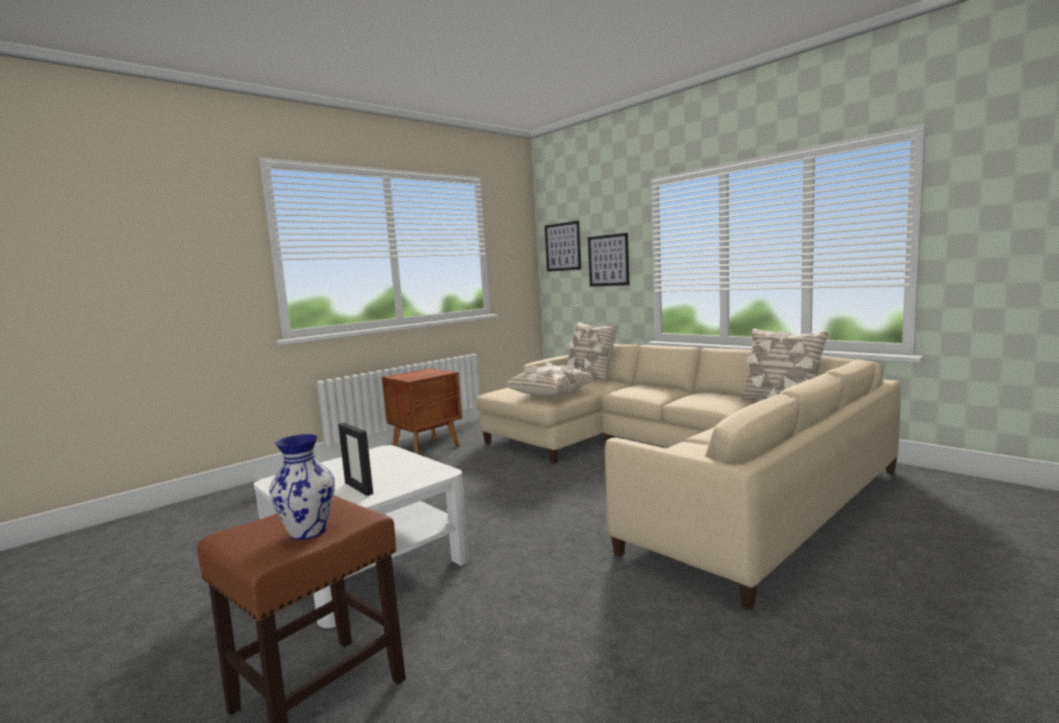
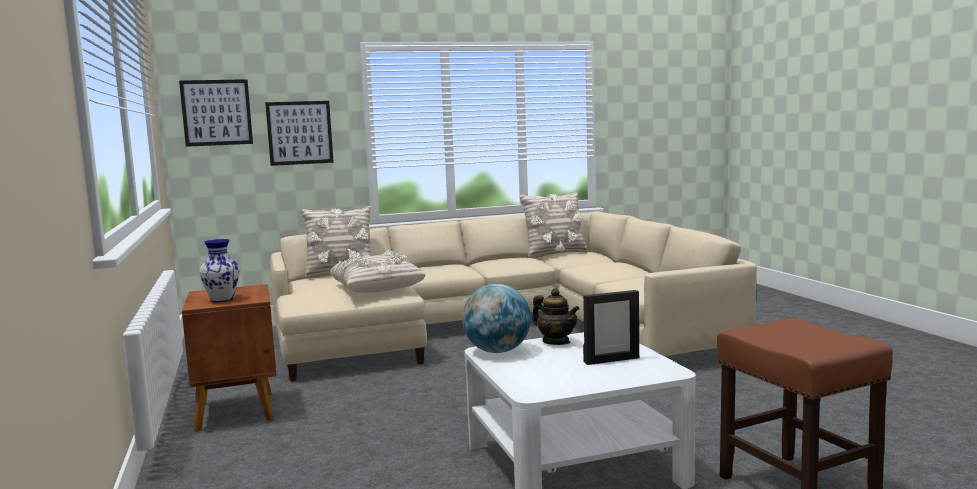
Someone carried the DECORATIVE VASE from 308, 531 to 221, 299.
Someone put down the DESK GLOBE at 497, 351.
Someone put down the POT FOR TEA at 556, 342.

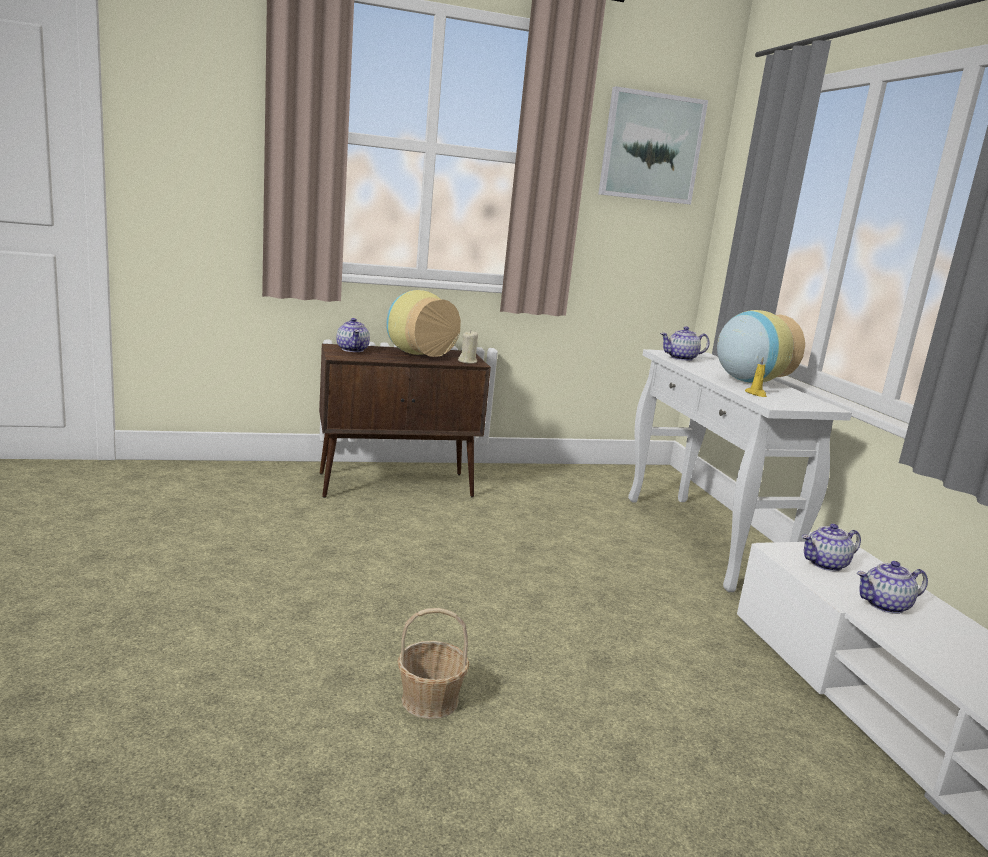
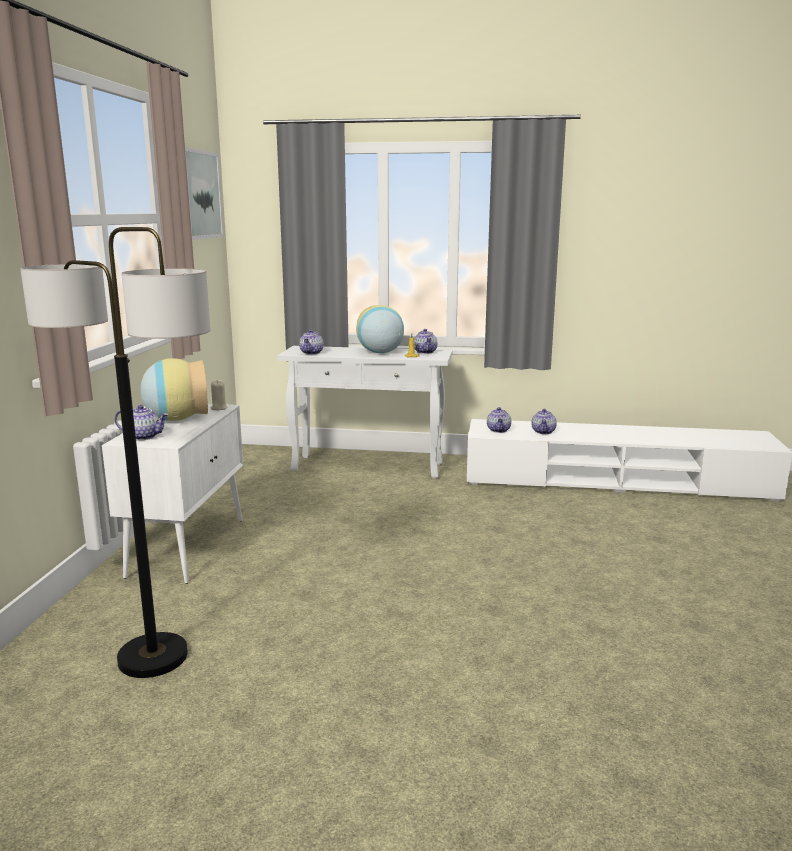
Someone repainted the BROWN-COLOURED CABINET at 397, 485, which became the WHITISH CABINET at 188, 546.
Someone took away the HOUSEHOLD BASKET at 430, 700.
Someone put down the STANDARD LAMP at 153, 657.
Someone put down the POT FOR TEA at 425, 352.

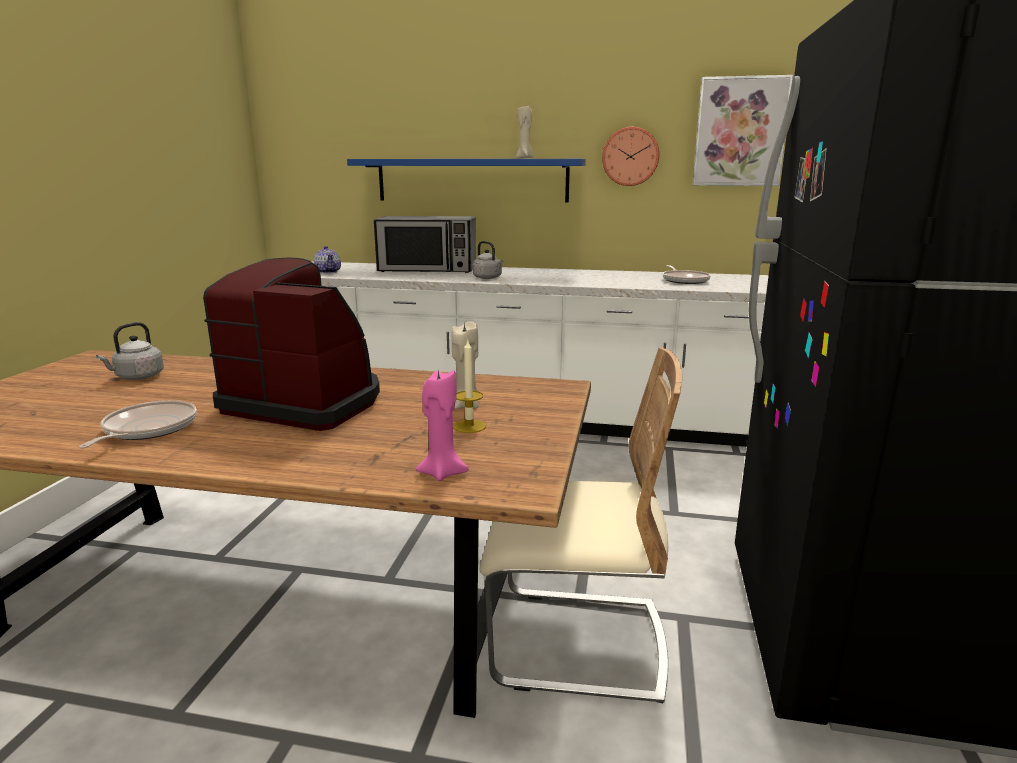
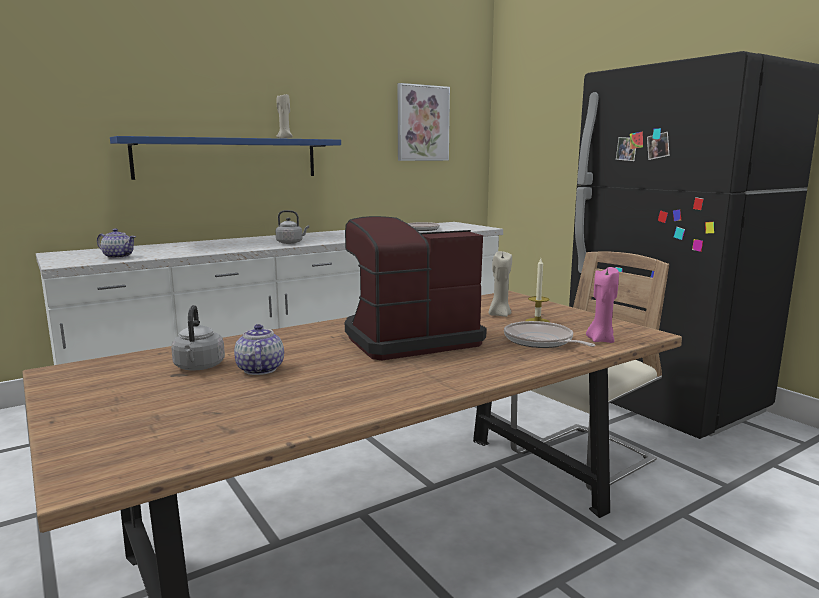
Someone carried the PAN from 147, 429 to 540, 341.
Someone took away the MICROWAVE OVEN at 427, 269.
Someone took away the HANGING CLOCK at 630, 156.
Someone put down the POT FOR TEA at 259, 369.

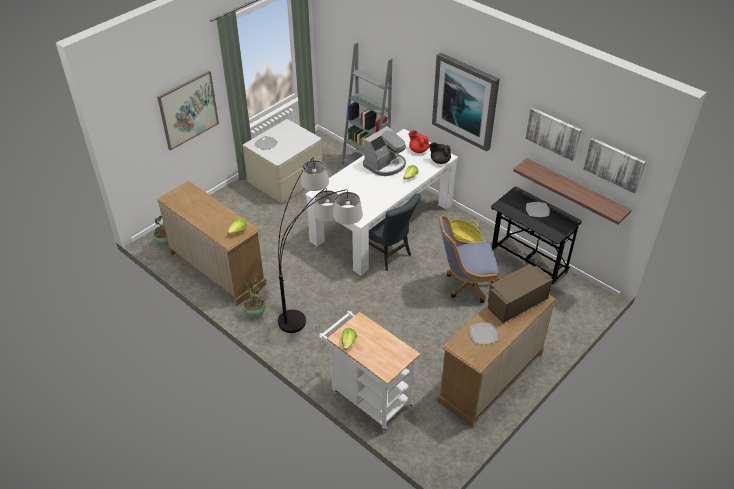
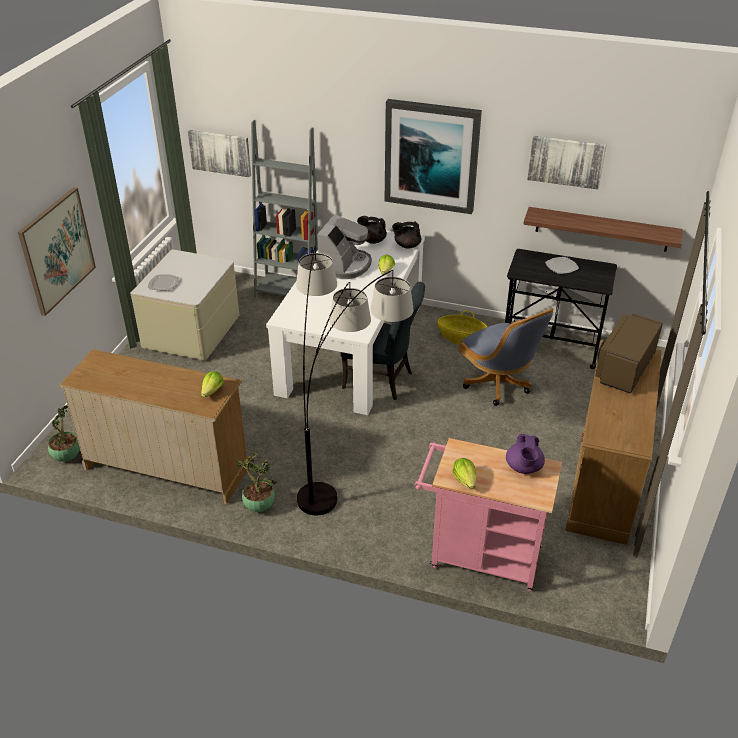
Someone repainted the WHITISH WHEELED CART at 368, 396, which became the PINKISH WHEELED CART at 479, 556.
Someone repainted the REDDISH POT FOR TEA at 418, 150, which became the BLACK POT FOR TEA at 372, 240.
Someone rotated the BLUE-COLOURED OFFICE CHAIR at 465, 286 by 90 degrees counterclockwise.
Someone took away the FLAT DISH at 483, 334.
Someone carried the WALL PICTURE from 614, 164 to 220, 152.
Someone put down the PURPLE POT FOR TEA at 523, 467.

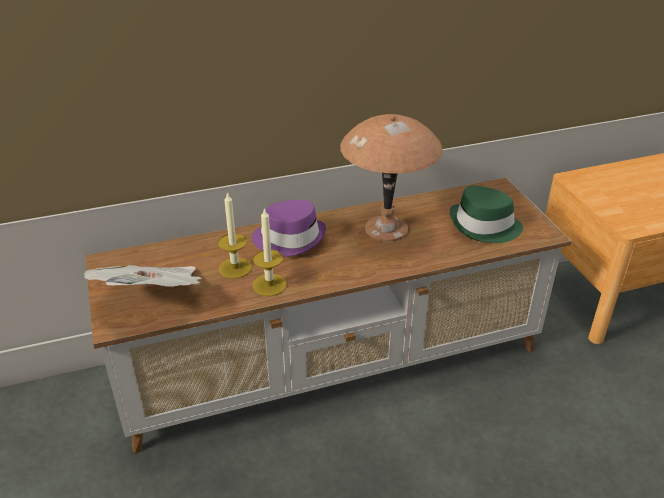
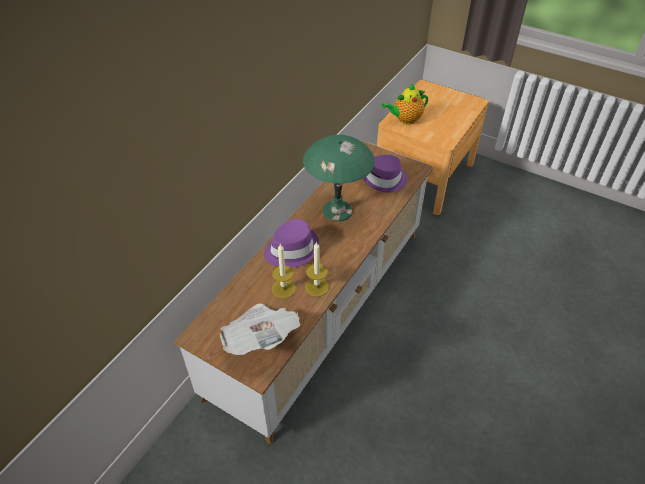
Someone repainted the BROWN-COLOURED TABLE LAMP at 386, 229, which became the GREENISH TABLE LAMP at 338, 211.
Someone repainted the GREENISH CLOTHING HAT at 484, 226, which became the PURPLE CLOTHING HAT at 385, 180.
Someone put down the POT FOR TEA at 405, 120.

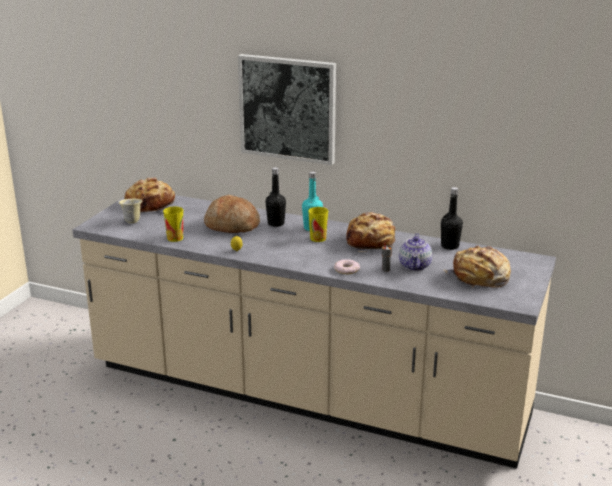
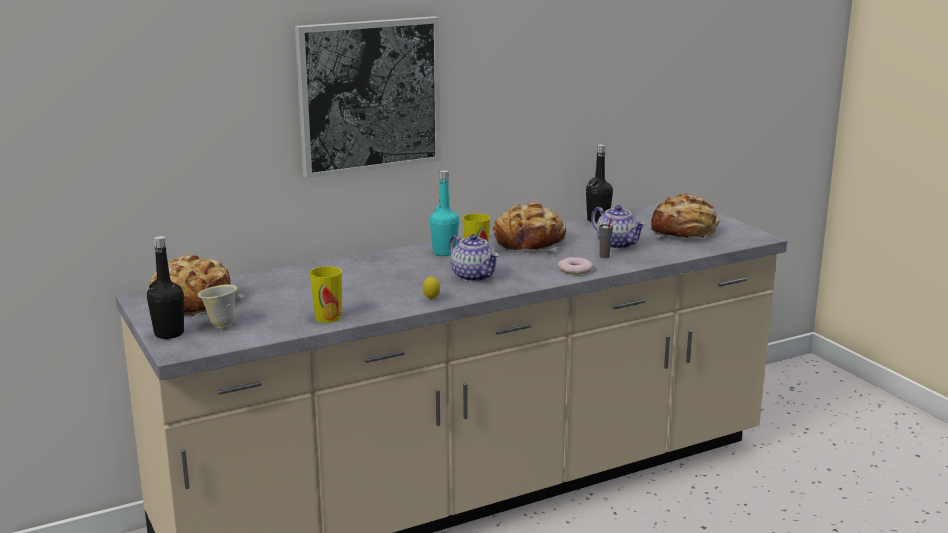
Someone took away the BAKED BREAD at 231, 225.
Someone carried the BLACK BEVERAGE BOTTLE from 276, 223 to 169, 333.
Someone put down the POT FOR TEA at 474, 276.

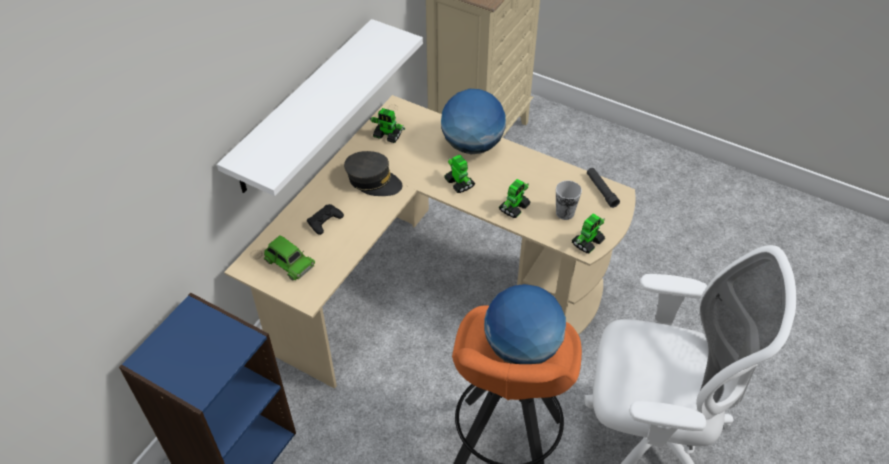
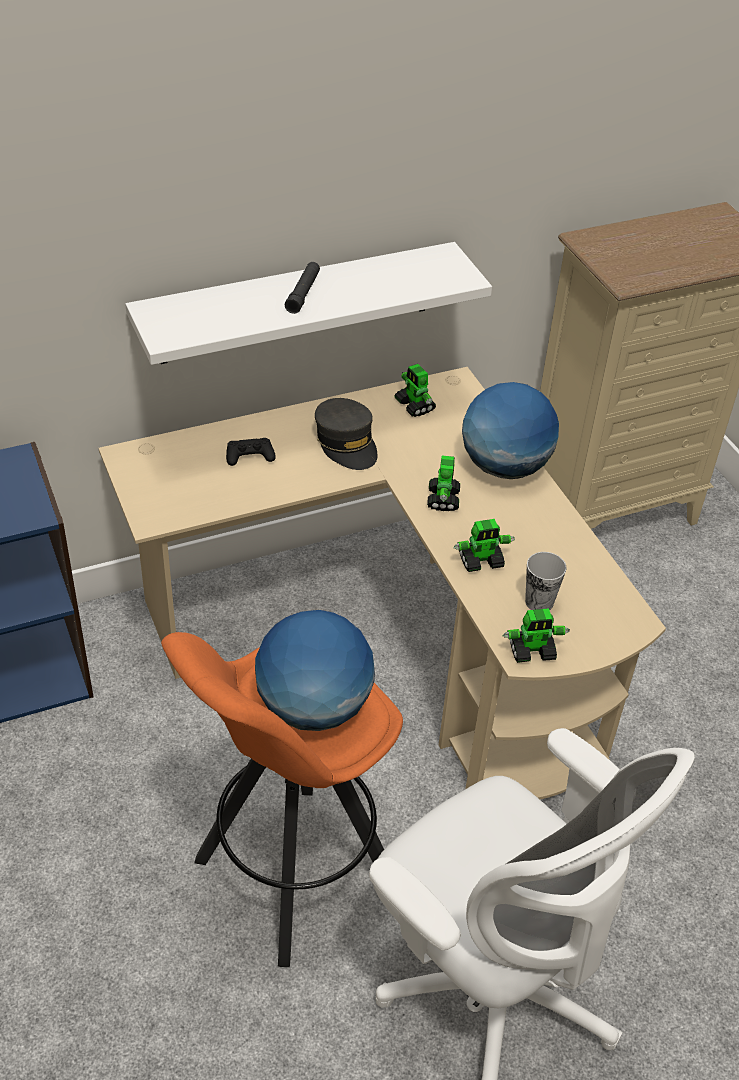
Someone took away the GREENISH MODEL CAR at 289, 262.
Someone carried the BLACK FLASHLIGHT from 601, 190 to 303, 293.

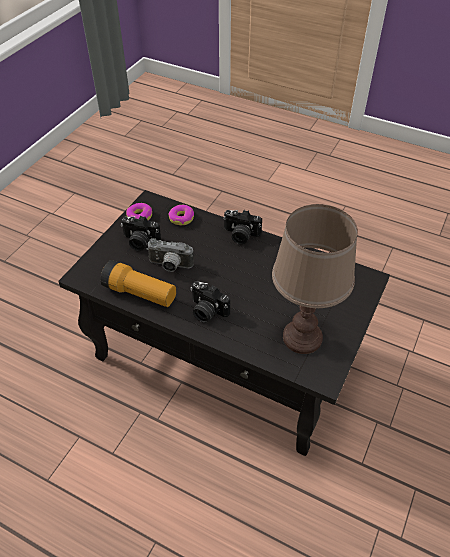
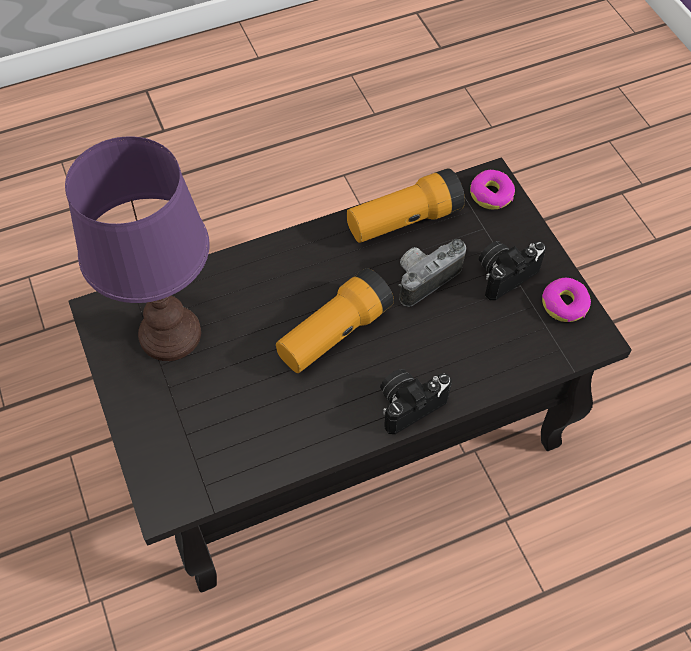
Someone carried the DONUT from 181, 218 to 491, 195.
Someone took away the STILL CAMERA at 206, 311.
Someone repainted the BROWN-COLOURED TABLE LAMP at 303, 337, which became the PURPLE TABLE LAMP at 169, 335.
Someone put down the FLASHLIGHT at 334, 333.

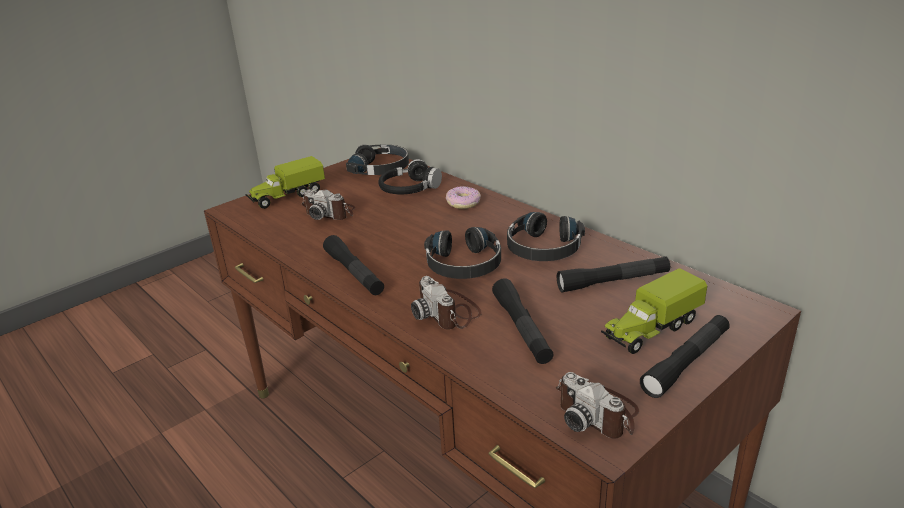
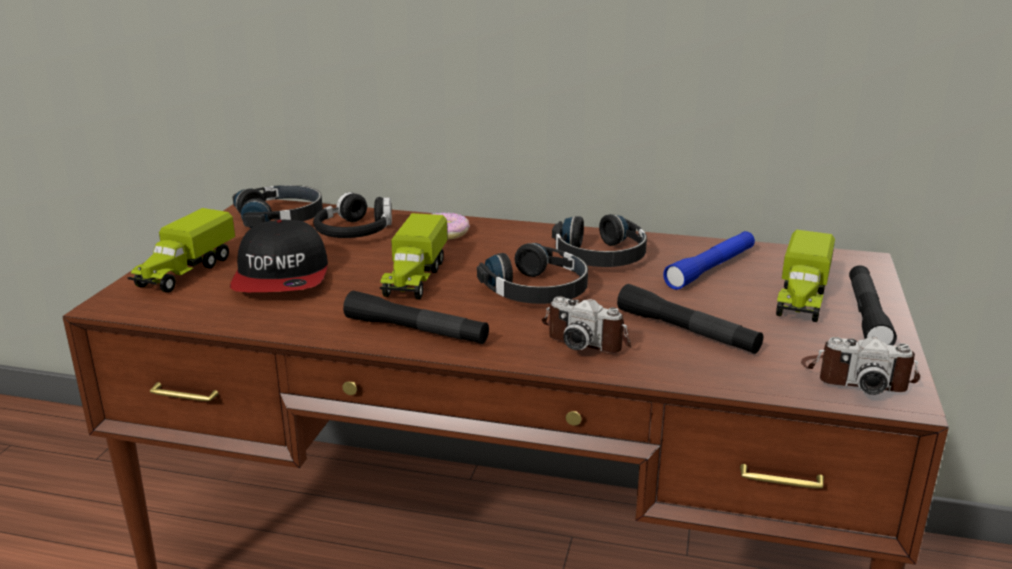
Someone swapped the STILL CAMERA at 330, 213 for the PEAKED CAP at 282, 277.
Someone repainted the BLACK FLASHLIGHT at 613, 281, which became the BLUE-COLOURED FLASHLIGHT at 711, 269.
Someone put down the TOY LORRY at 414, 279.

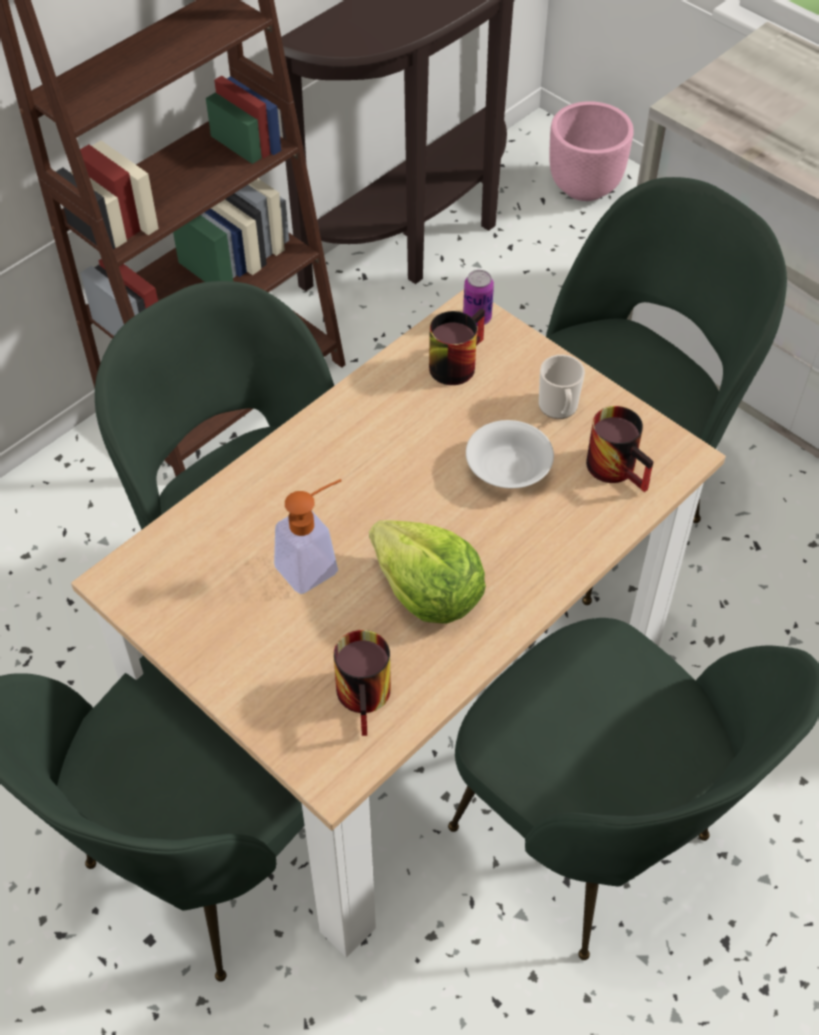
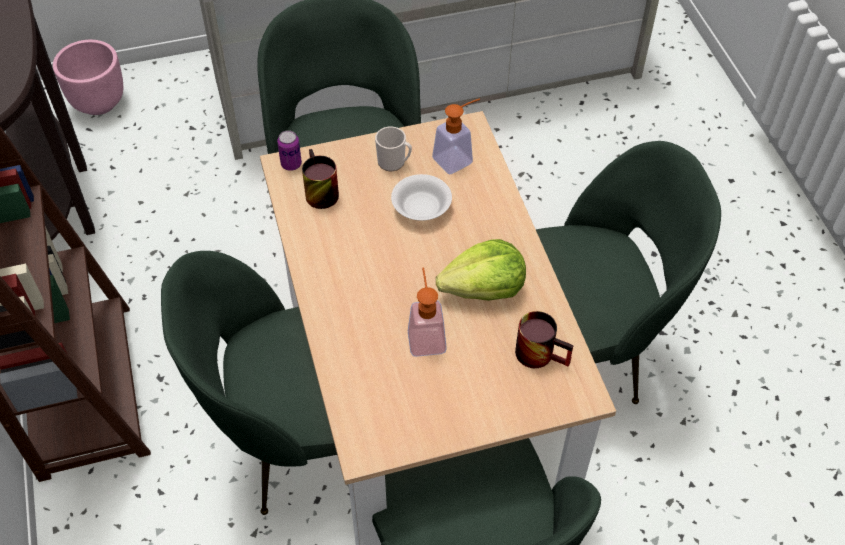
Someone swapped the TEA MUG at 620, 467 for the SOAP BOTTLE at 458, 158.

